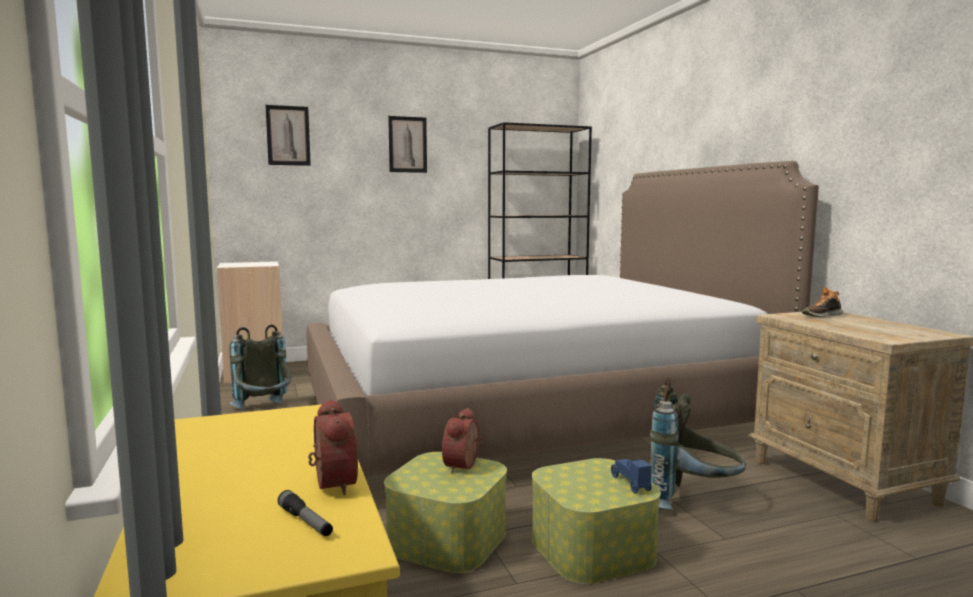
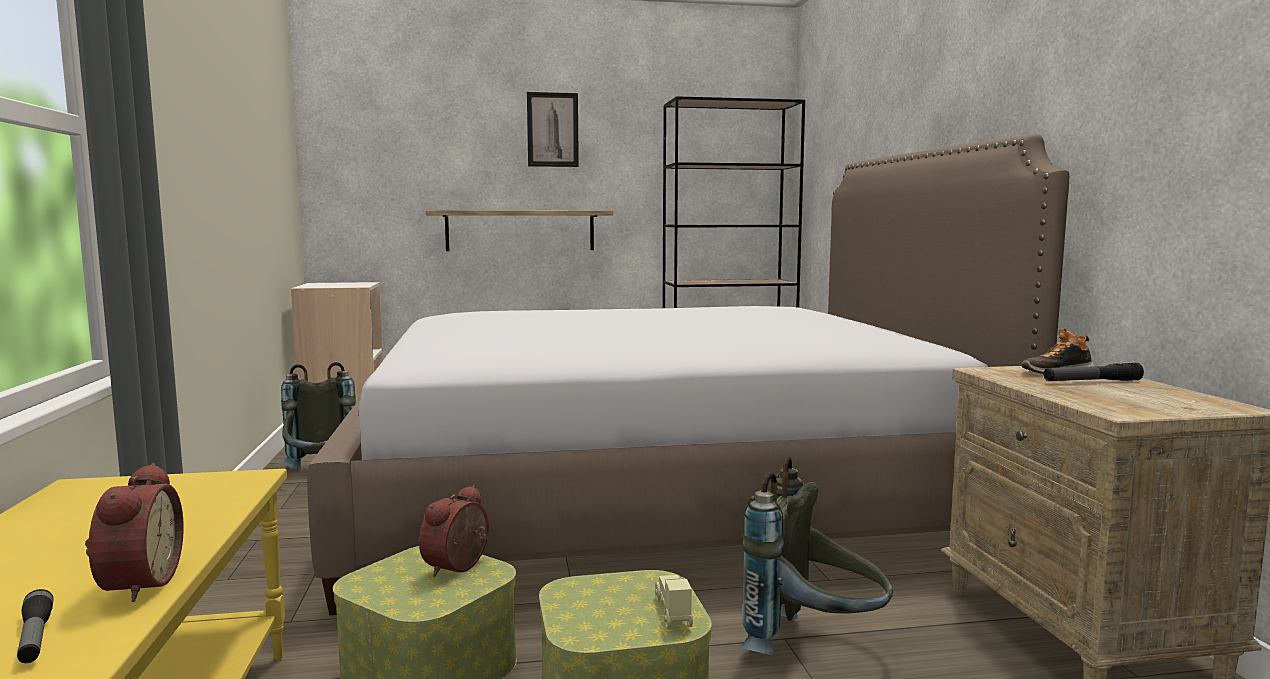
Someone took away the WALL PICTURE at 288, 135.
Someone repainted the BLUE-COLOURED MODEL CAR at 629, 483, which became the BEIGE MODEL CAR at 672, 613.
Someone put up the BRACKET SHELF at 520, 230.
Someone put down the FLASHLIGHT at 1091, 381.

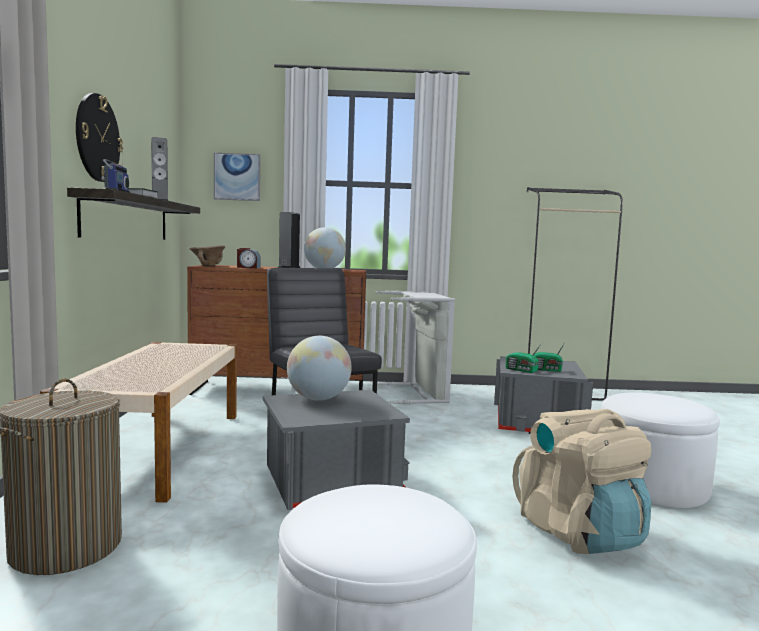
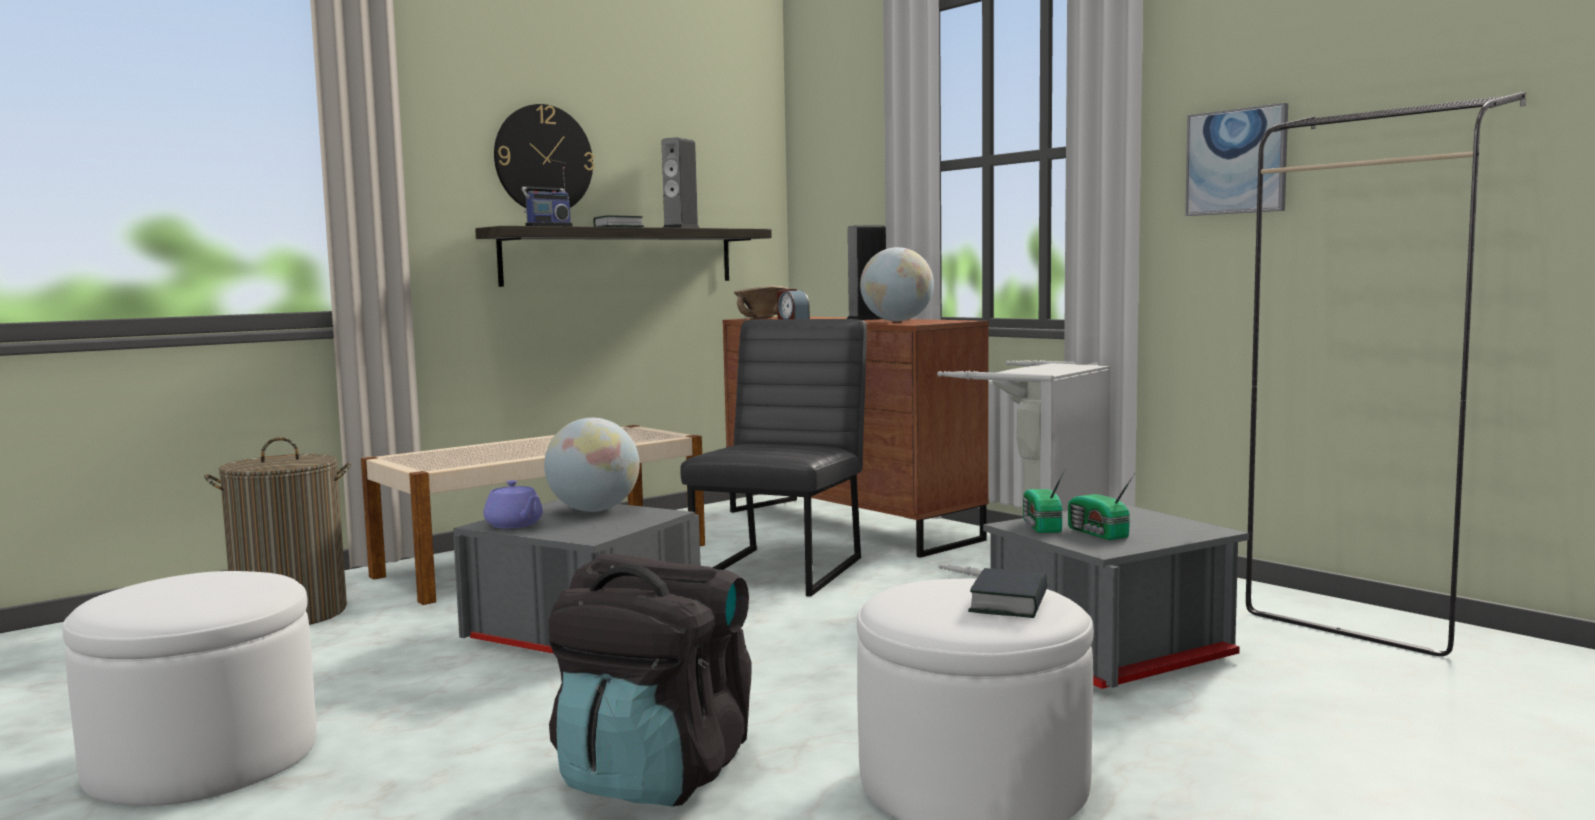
Someone carried the WALL PICTURE from 237, 177 to 1236, 161.
Someone repainted the BEIGE BACKPACK at 579, 533, which became the BLACK BACKPACK at 655, 774.
Someone put down the PURPLE POT FOR TEA at 514, 525.
Someone put down the VOLUME at 1009, 603.

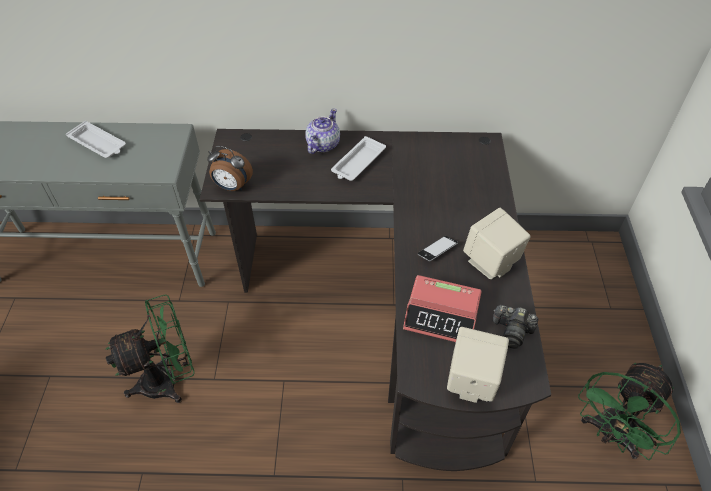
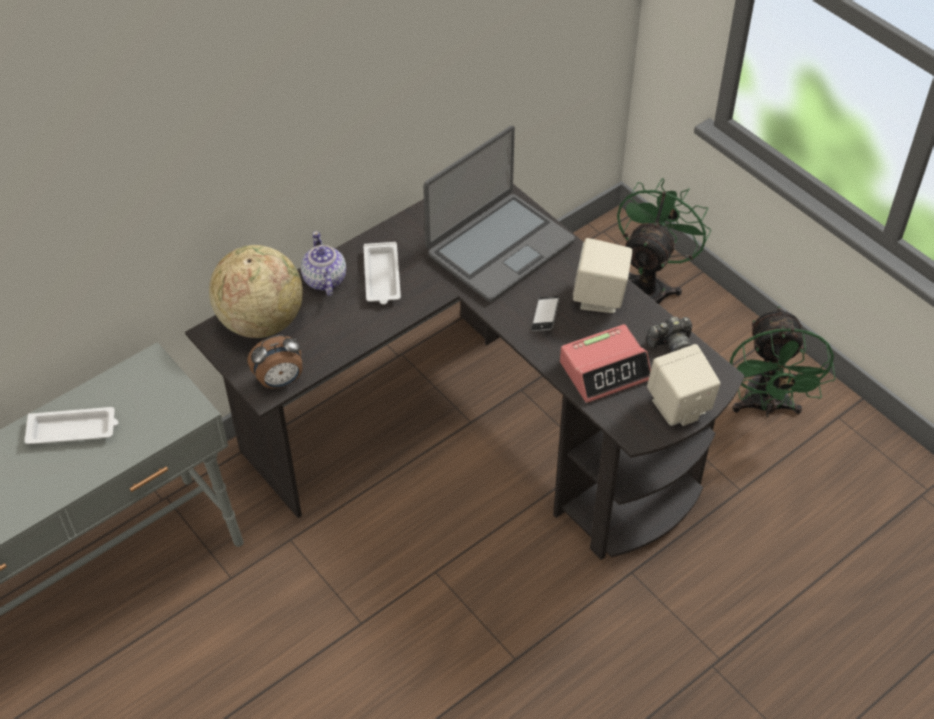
Someone carried the GREENISH COOLING FAN from 168, 380 to 649, 287.
Someone put down the DESK GLOBE at 261, 321.
Someone put down the LAPTOP at 499, 247.

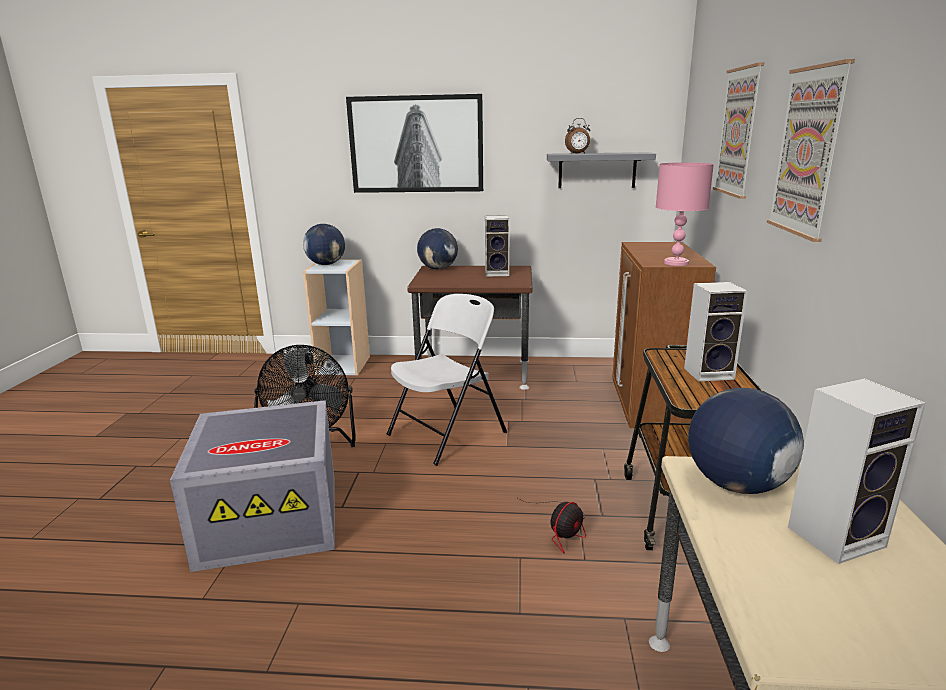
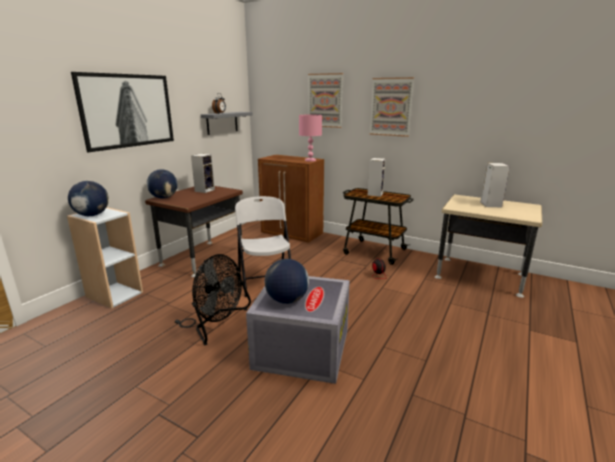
Someone carried the DESK GLOBE from 736, 485 to 287, 300.

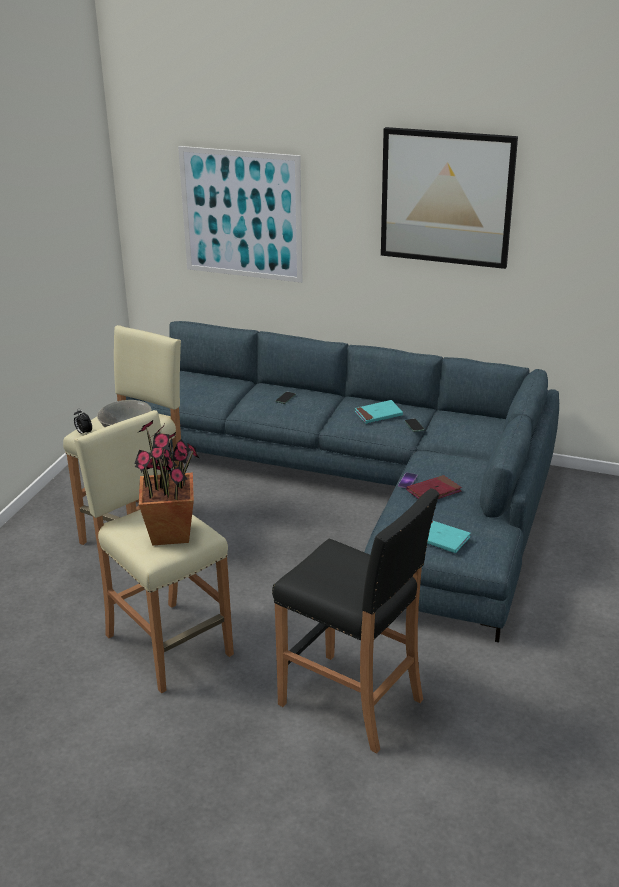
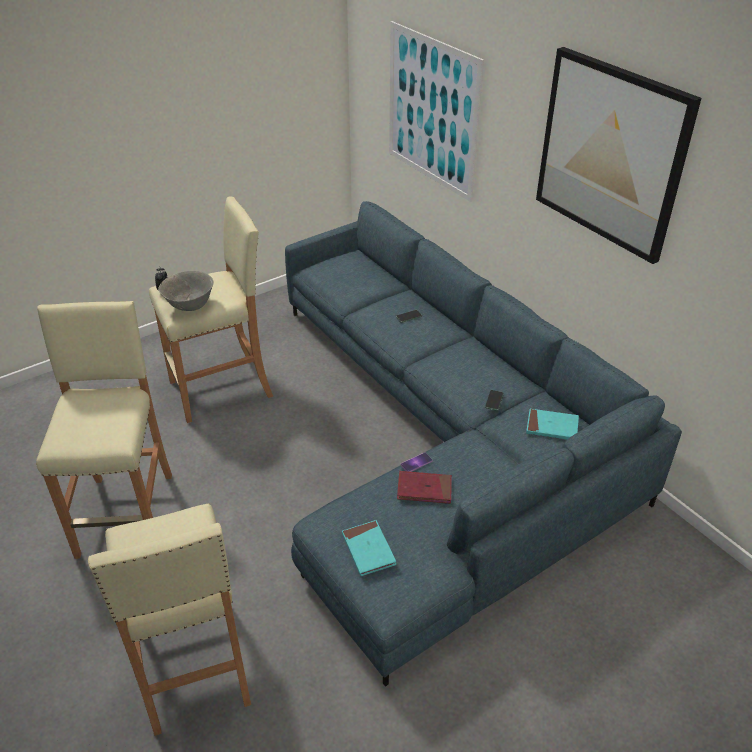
Someone took away the PLANT IN A POT at 171, 533.
Someone repainted the BLACK STOOL at 352, 703, which became the BEIGE STOOL at 193, 666.
Someone carried the TURQUOISE VOLUME from 378, 414 to 552, 427.

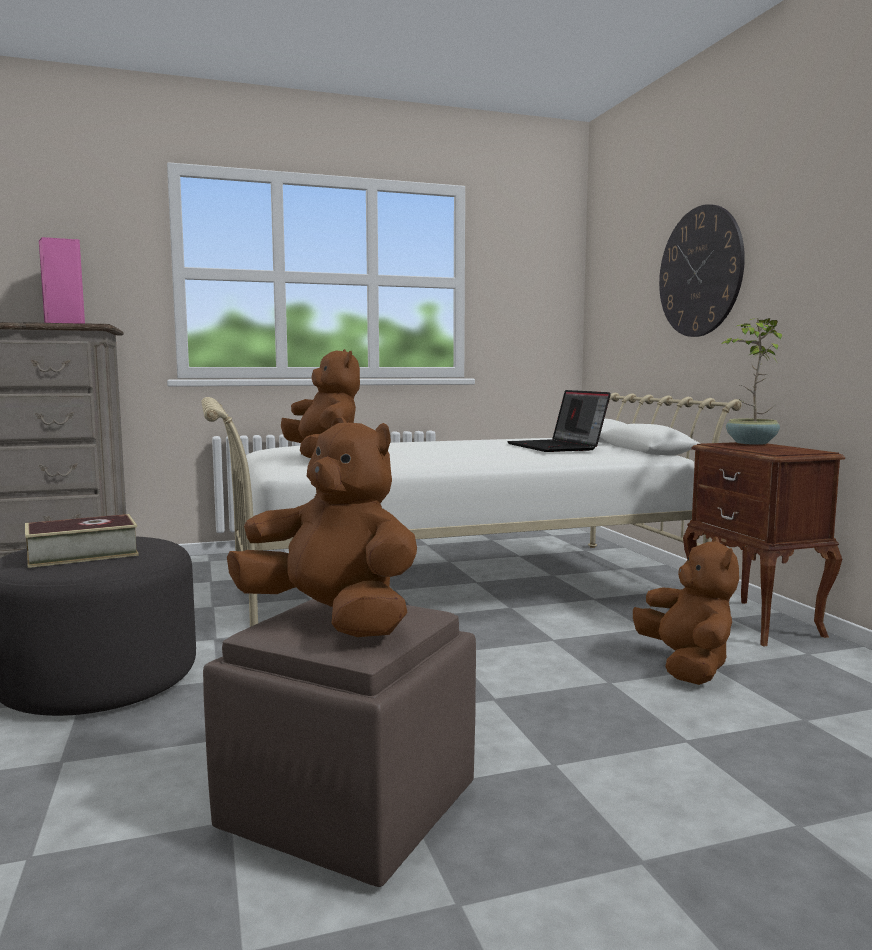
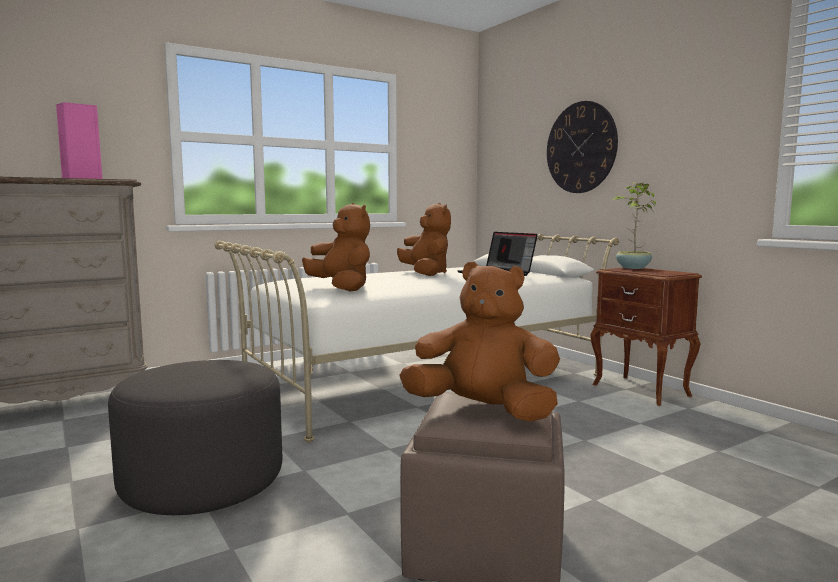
Someone took away the VOLUME at 82, 554.
Someone carried the BROWN-COLOURED PLUSH TOY from 686, 666 to 426, 274.

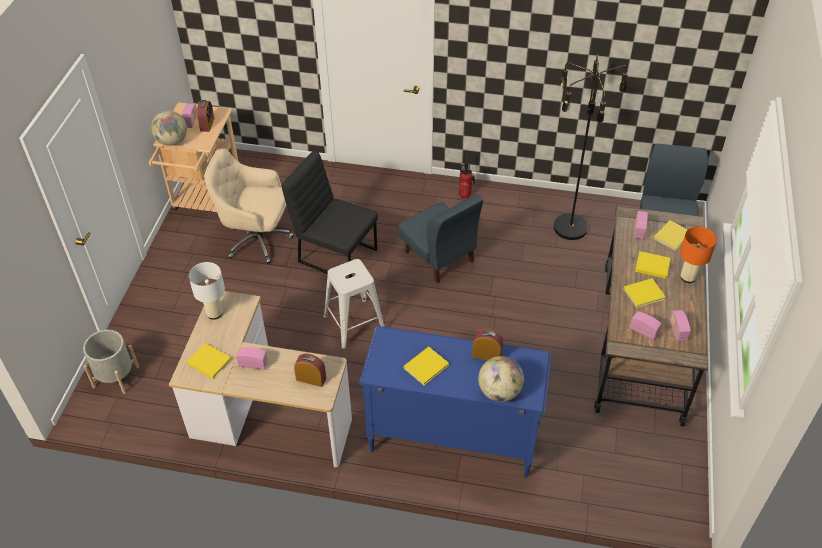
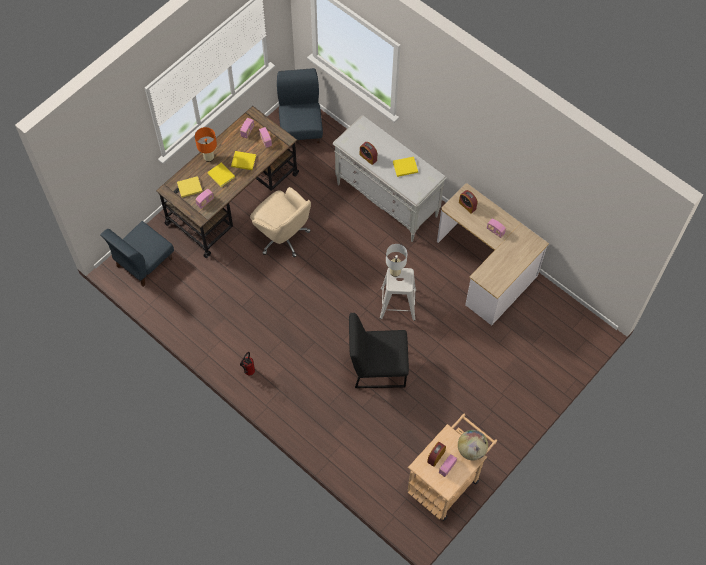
Someone took away the GREY PLANT POT at 116, 377.
Someone took away the YELLOW-COLOURED VOLUME at 208, 361.
Someone carried the WHITISH TABLE LAMP from 215, 314 to 395, 272.
Someone carried the BEIGE OFFICE CHAIR from 258, 239 to 282, 237.
Someone rotated the BLACK UPRIGHT CHAIR at 336, 254 by 120 degrees clockwise.
Someone repainted the BLUE-COLOURED DRESSER at 451, 437, which became the WHITISH DRESSER at 387, 201.
Someone carried the BLUE-COLOURED UPRIGHT CHAIR from 439, 257 to 301, 128.
Someone took away the DESK GLOBE at 499, 392.
Someone took away the STANDARD LAMP at 569, 227.

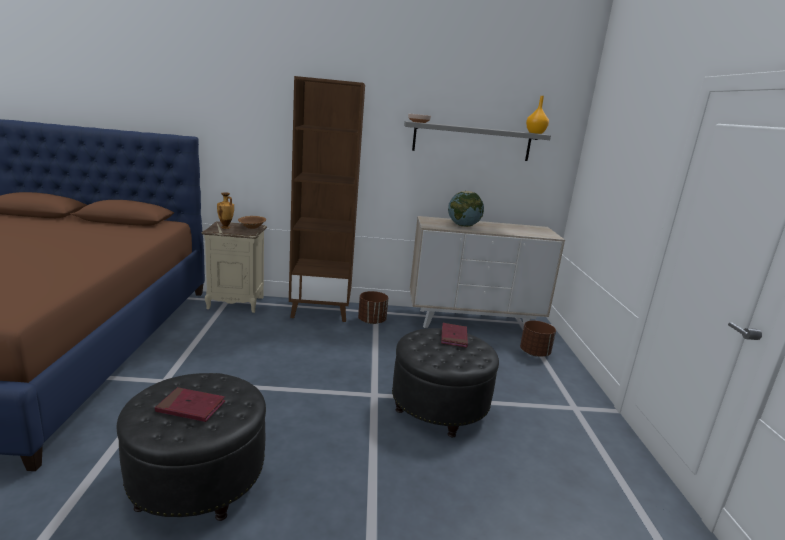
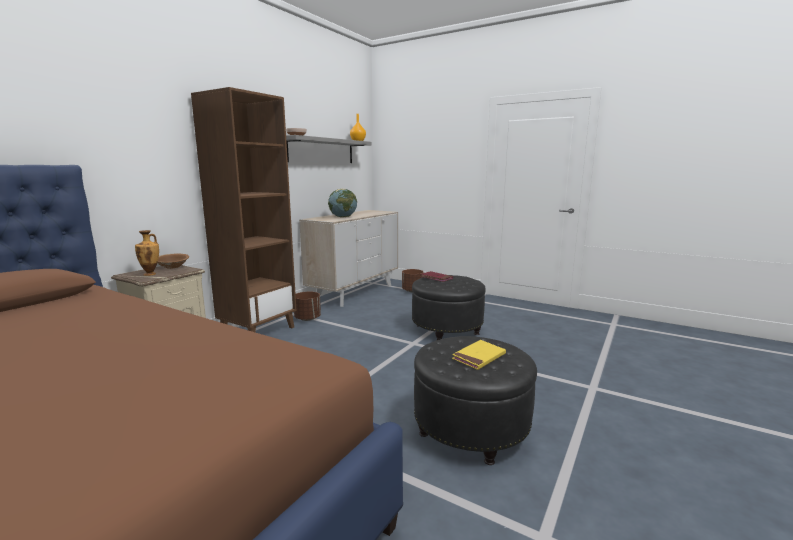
Someone repainted the REDDISH VOLUME at 191, 407, which became the YELLOW-COLOURED VOLUME at 479, 357.

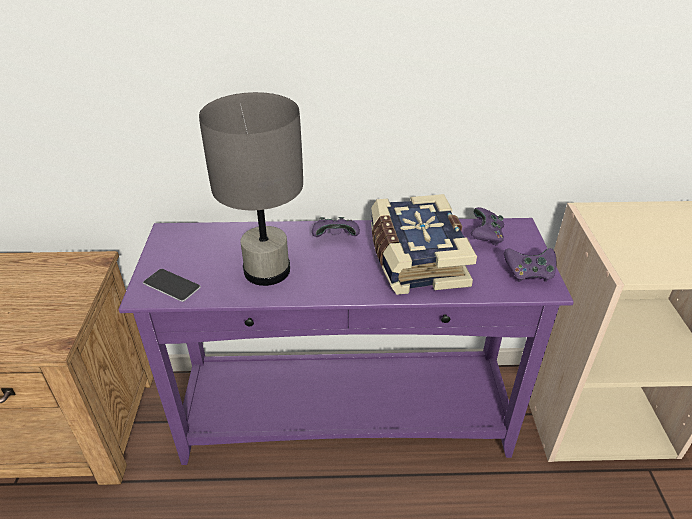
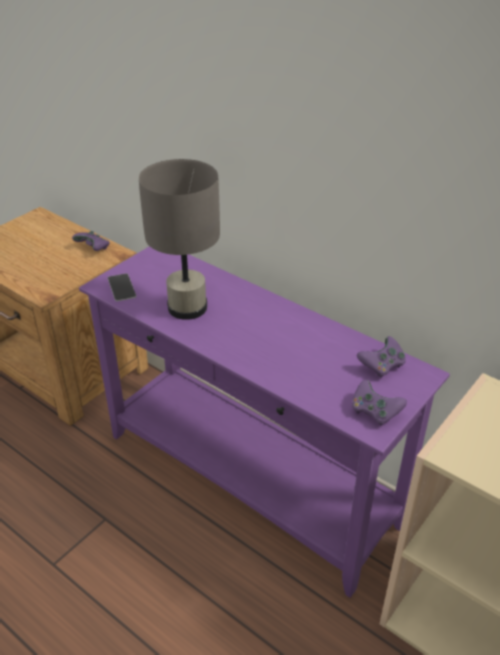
Someone carried the PURPLE GAMEPAD from 335, 238 to 93, 249.
Someone took away the VOLUME at 415, 259.

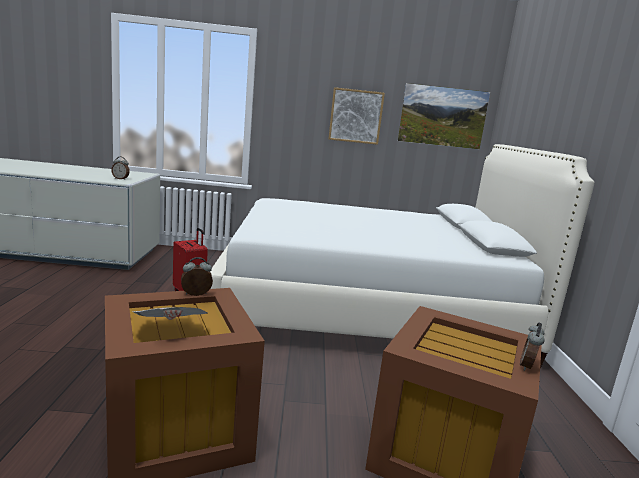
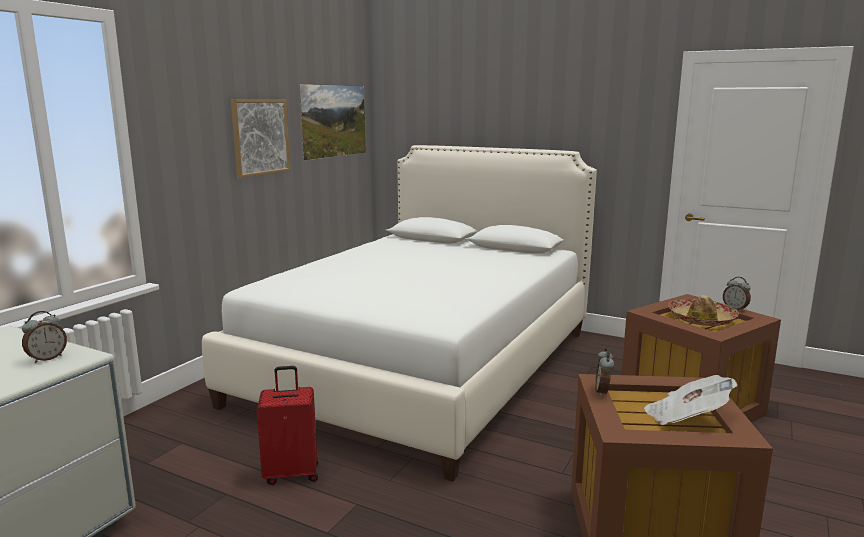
Someone put down the CLOTHING HAT at 701, 319.

